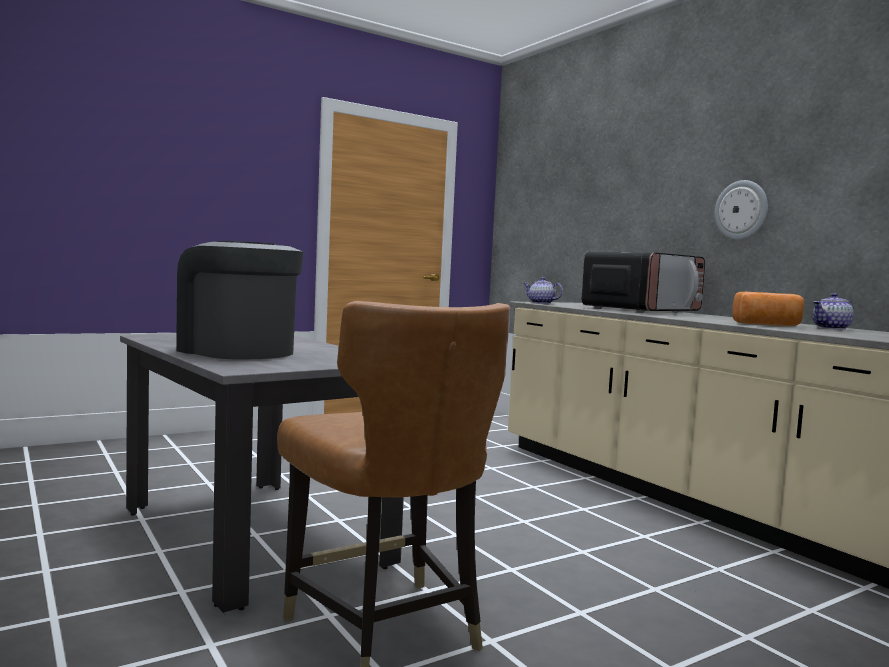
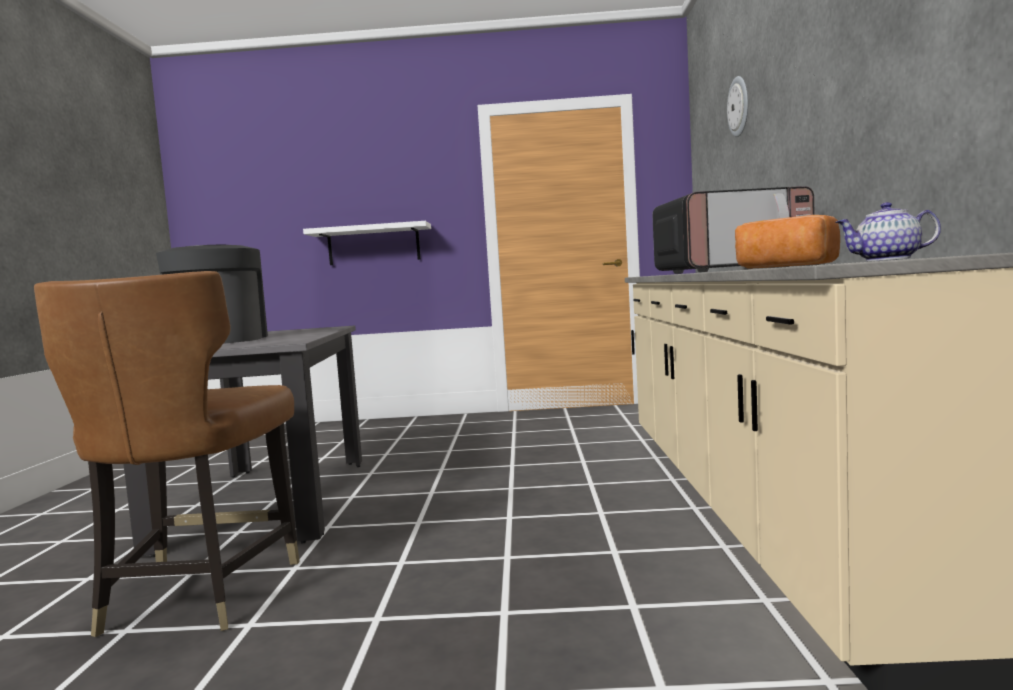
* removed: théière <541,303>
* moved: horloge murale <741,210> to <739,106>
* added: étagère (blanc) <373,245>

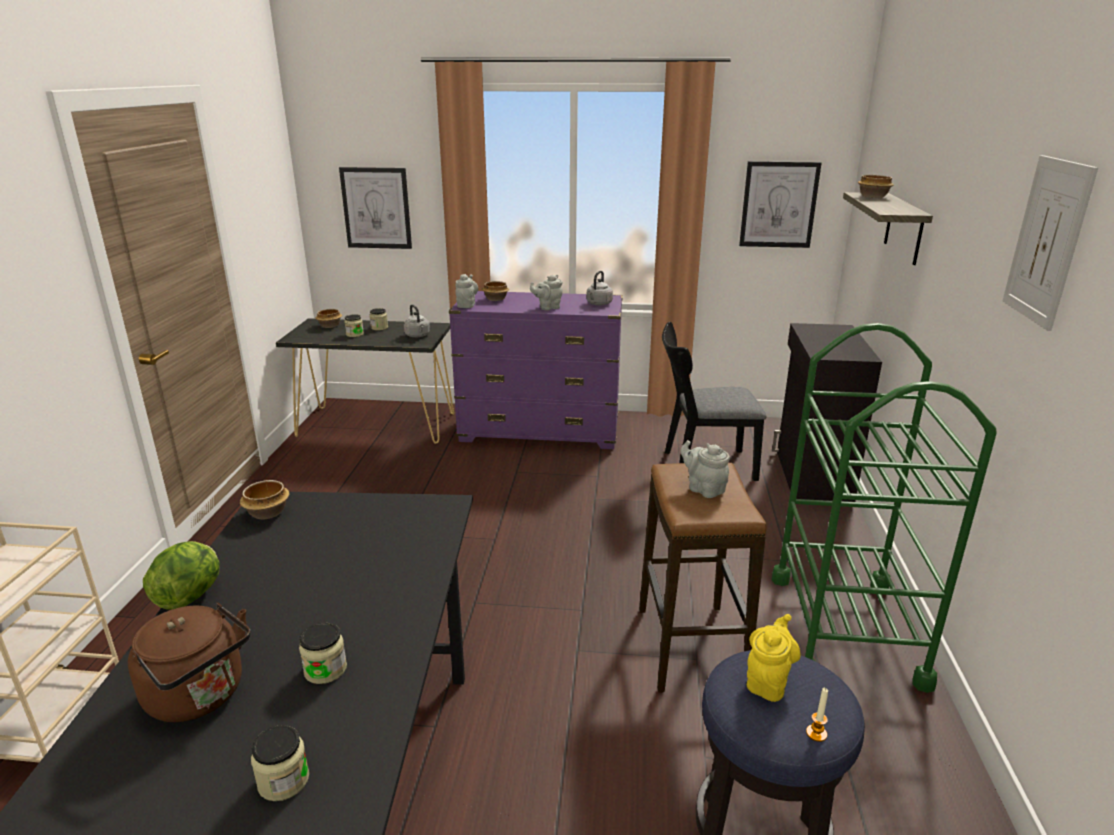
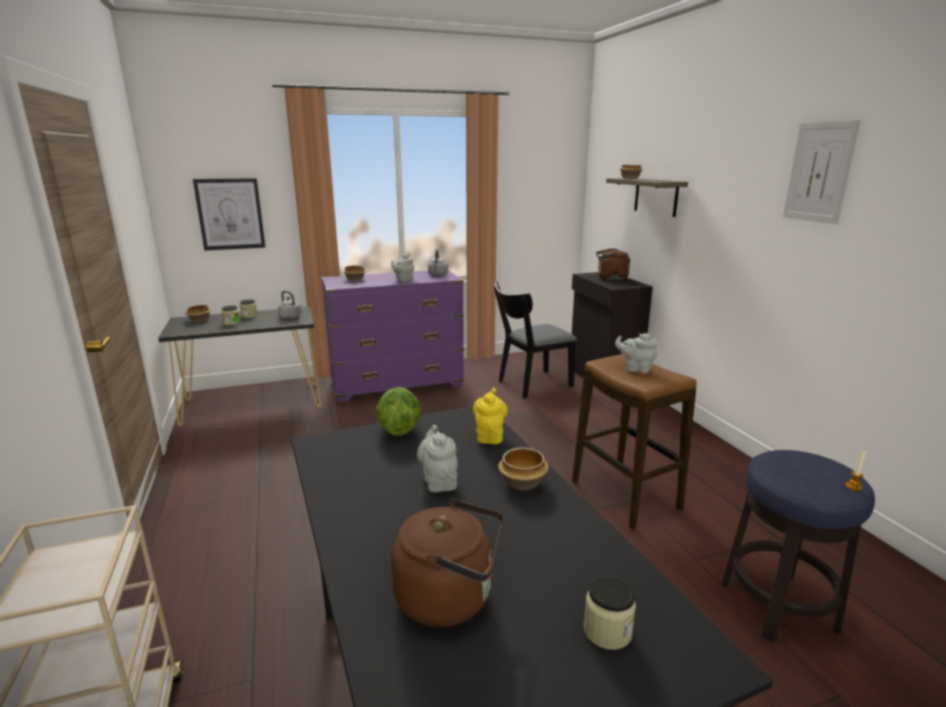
* moved: laitue <191,595> to <398,429>
* moved: bol <267,513> to <523,483>
* removed: bocal <325,669>
* moved: théière (gris) <466,305> to <439,481>
* removed: tableau <778,204>
* moved: théière (jaune) <768,681> to <489,436>
* removed: chariot (vert) <845,628>
* added: bouilloire (marron) <610,278>

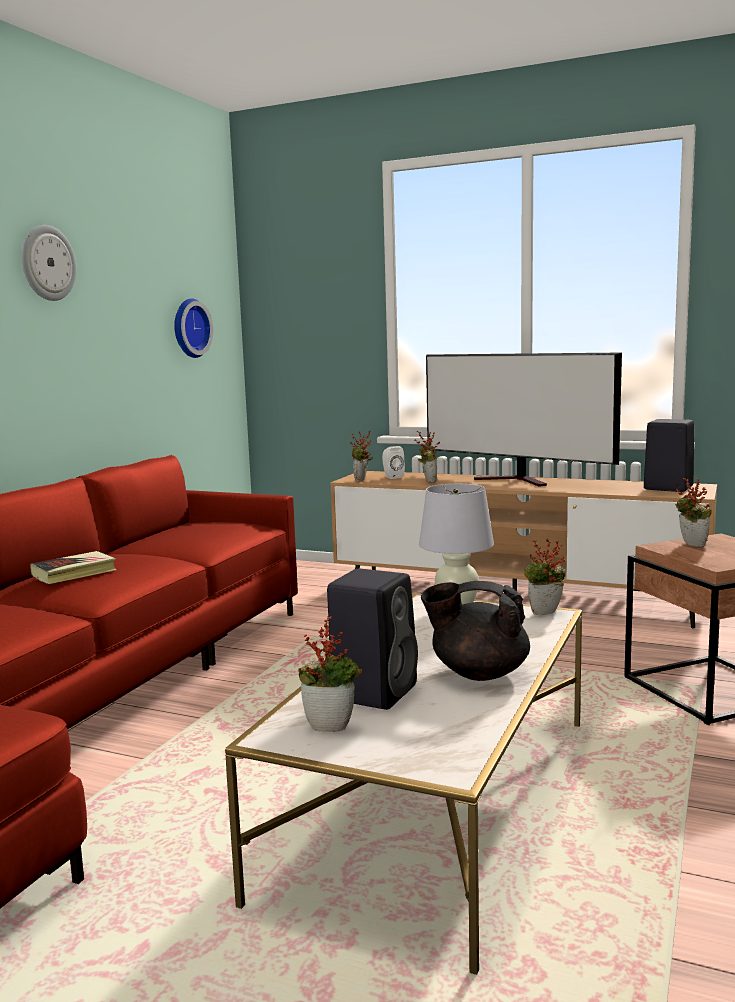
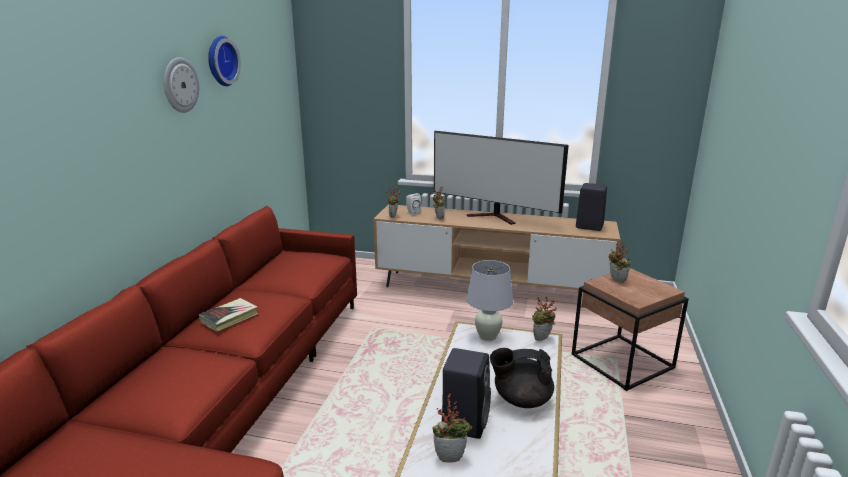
* moved: horloge murale <189,328> to <220,61>

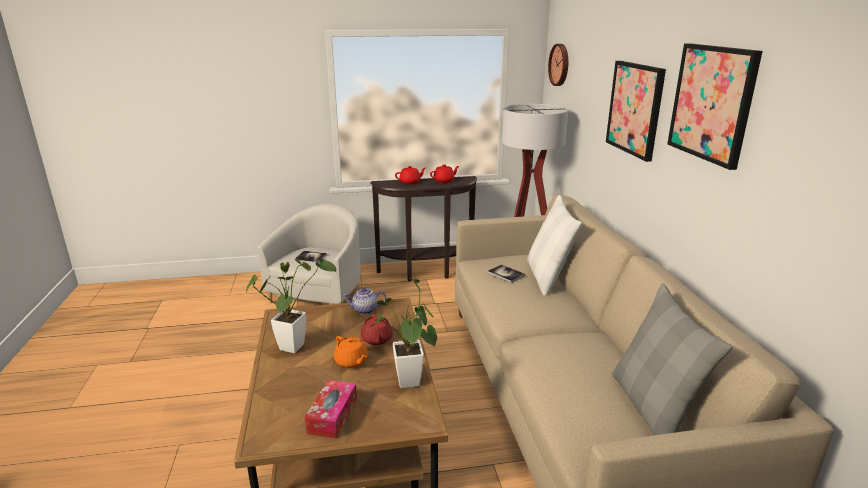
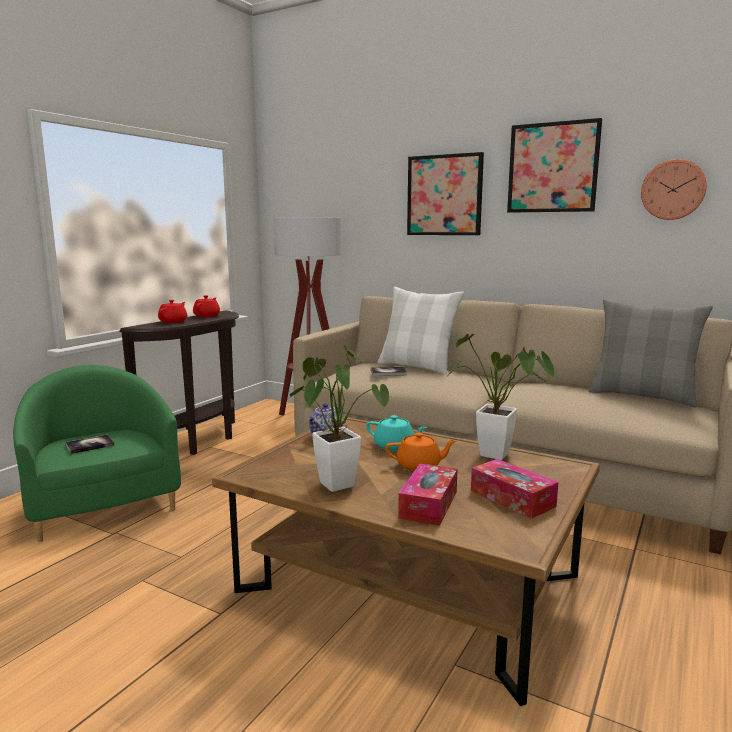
* recoloured: fauteuil (blanc) <319,294> to fauteuil (vert) <102,504>
* recoloured: théière (rouge) <377,339> to théière (turquoise) <394,446>
* moved: horloge murale <560,65> to <673,190>
* added: boîte à mouchoirs <428,504>

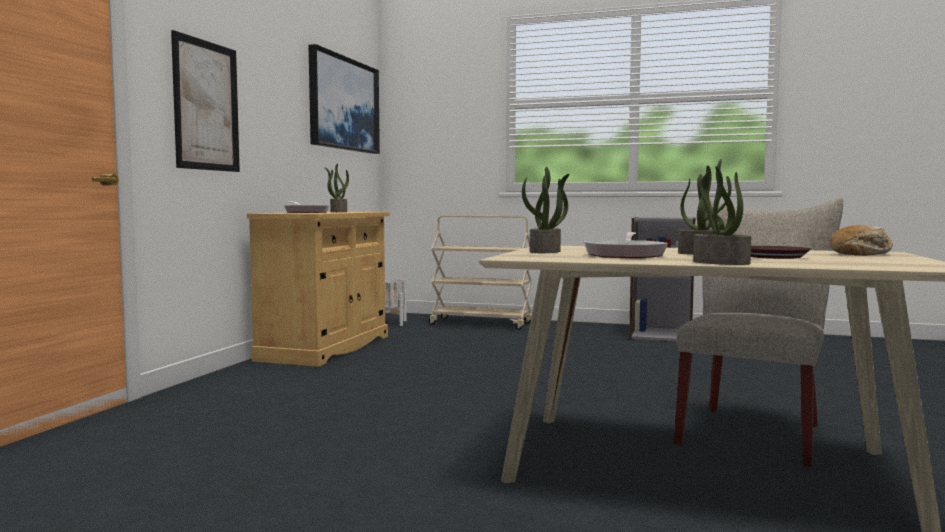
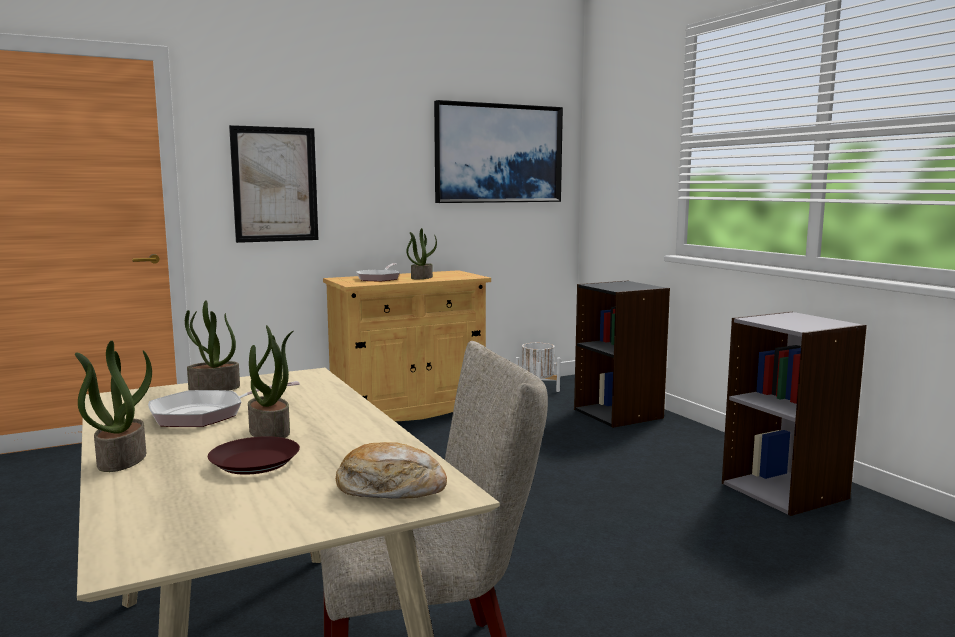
* replaced: chariot (beige) <481,323> to bibliothèque (noir) <619,413>

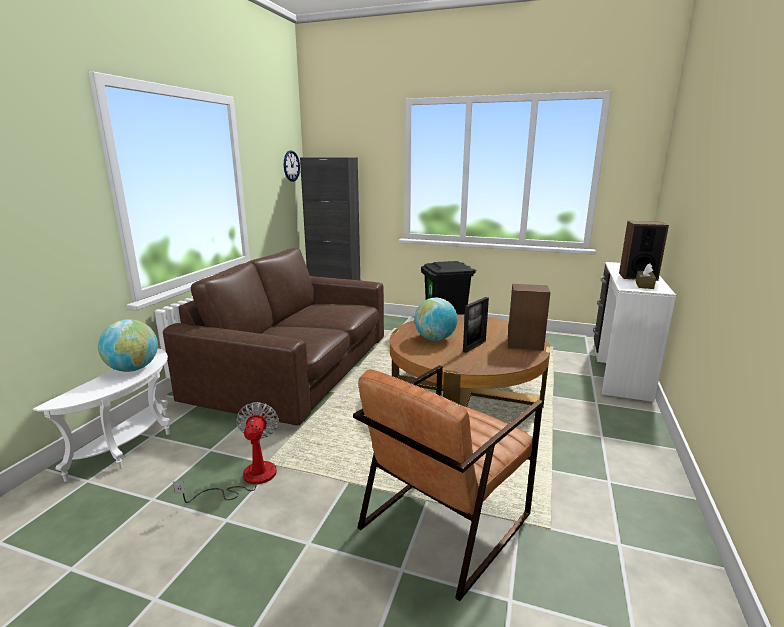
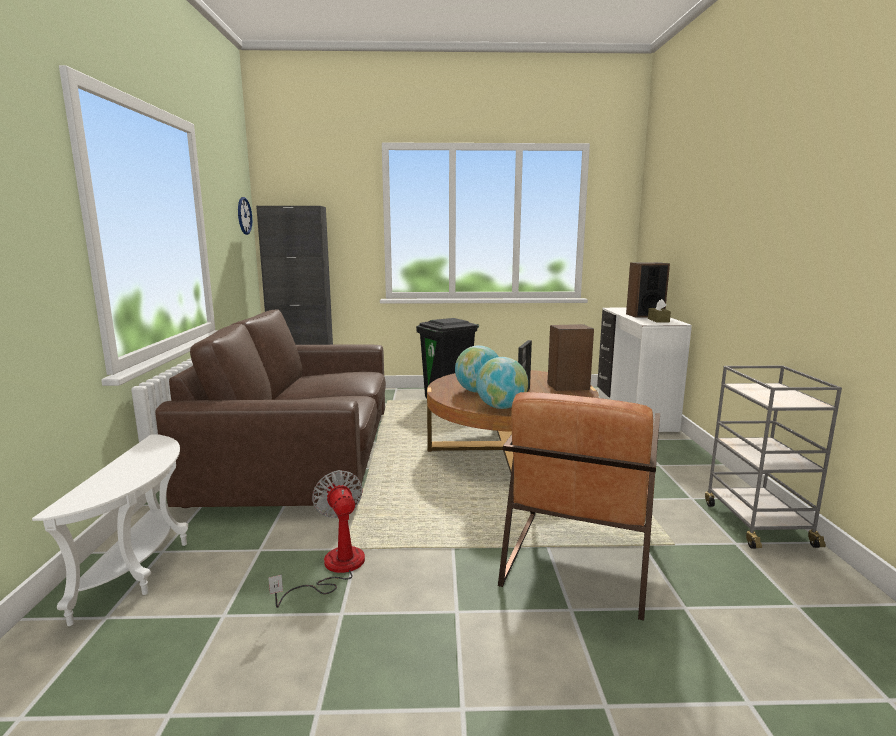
* moved: globe <133,369> to <501,407>
* added: chariot (gris) <756,523>

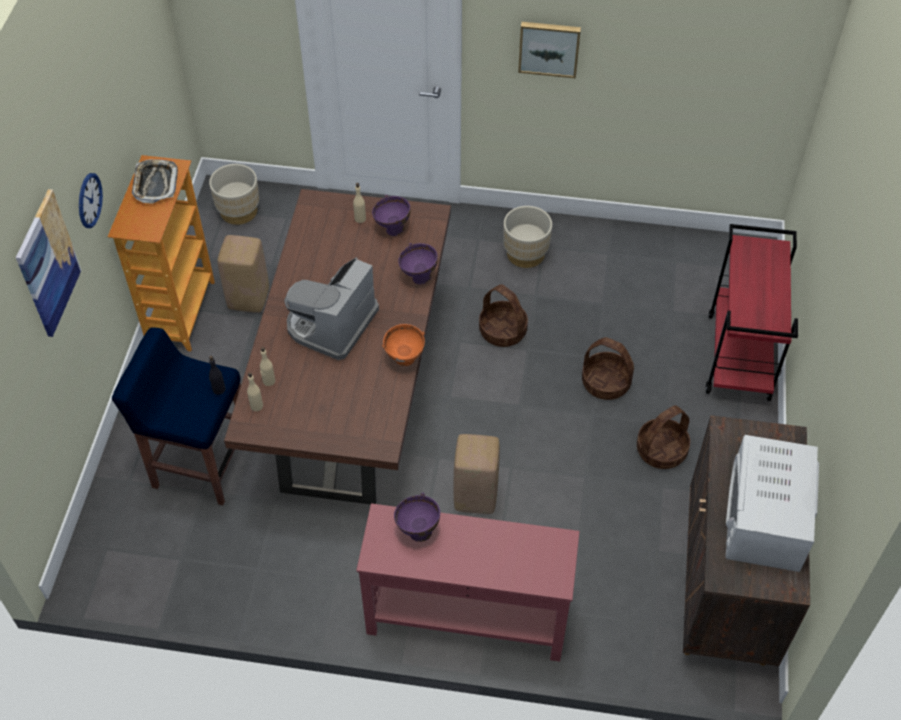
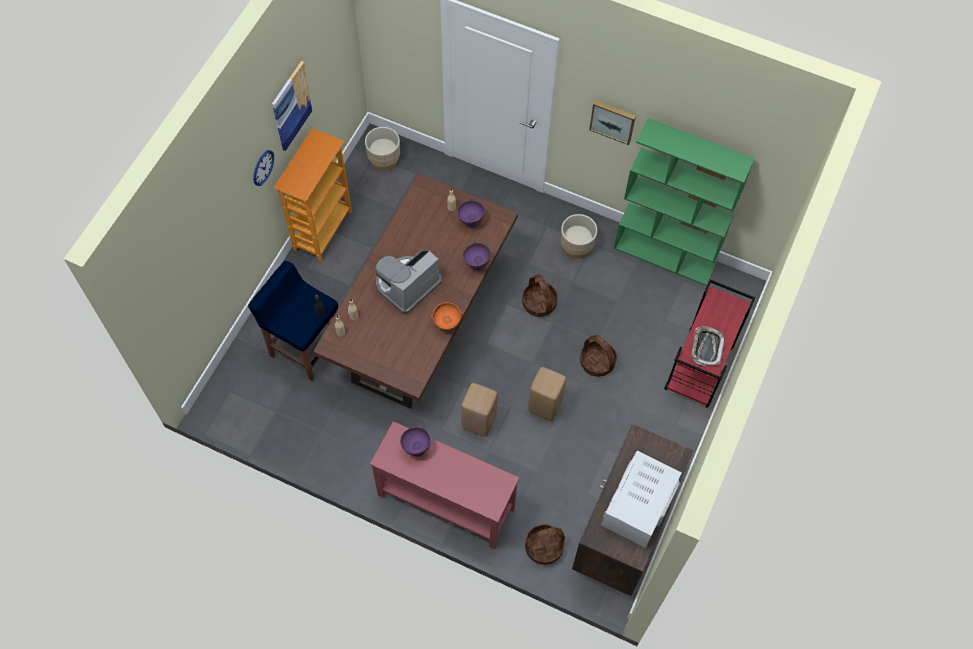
* moved: tableau <48,264> to <291,106>
* moved: plateau <155,184> to <706,347>
* moved: tabouret (beige) <248,298> to <544,405>
* moved: panier <661,450> to <543,547>
* added: bibliothèque (vert) <665,255>

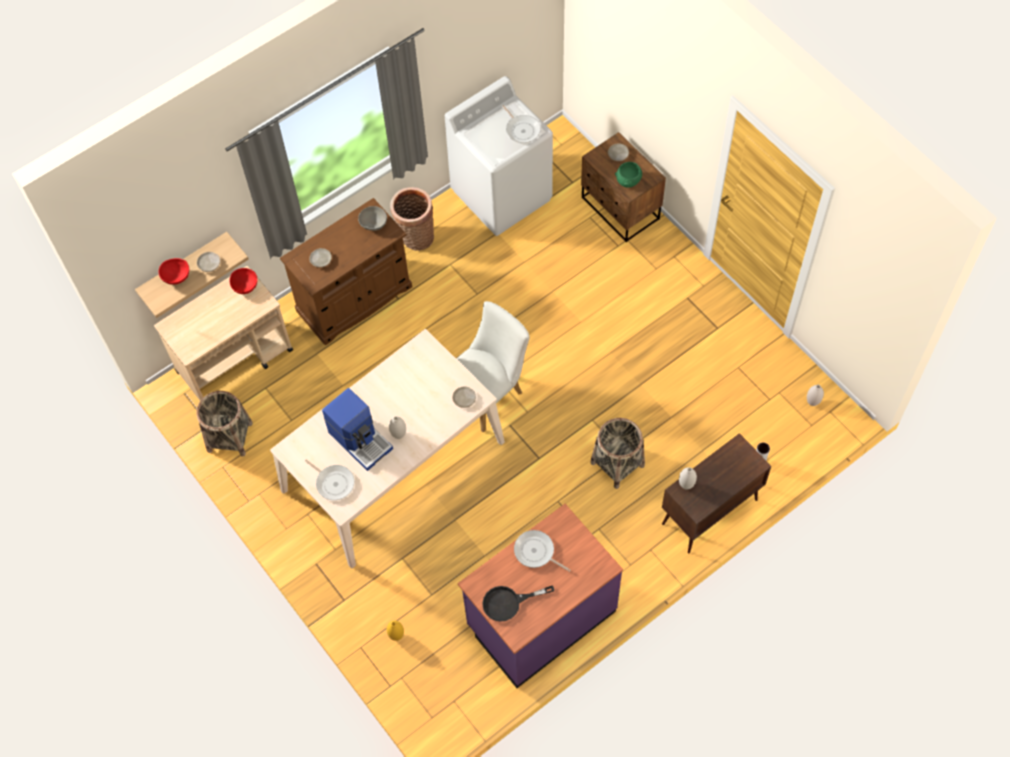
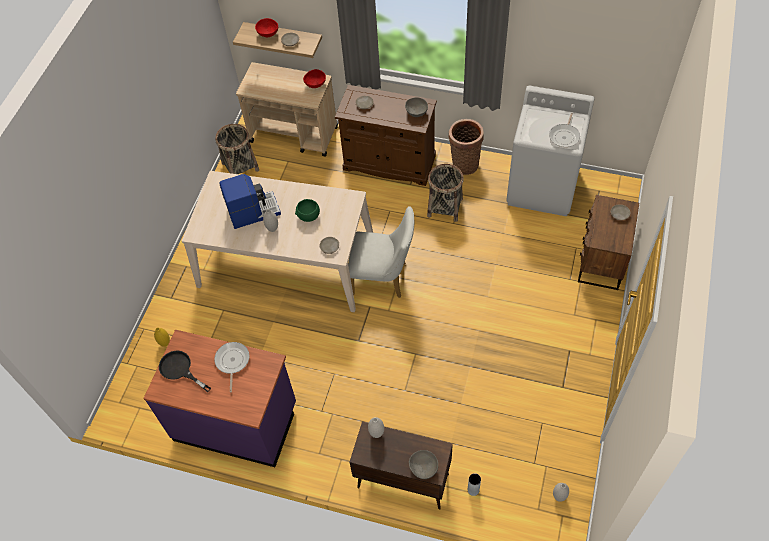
* removed: poêle <333,482>
* turned: machine à café <360,439> = <253,211> 120 degrees counterclockwise
* moved: panier <617,464> to <444,207>
* moved: bol (vert) <628,181> to <308,216>
* added: bol (gris) <424,468>

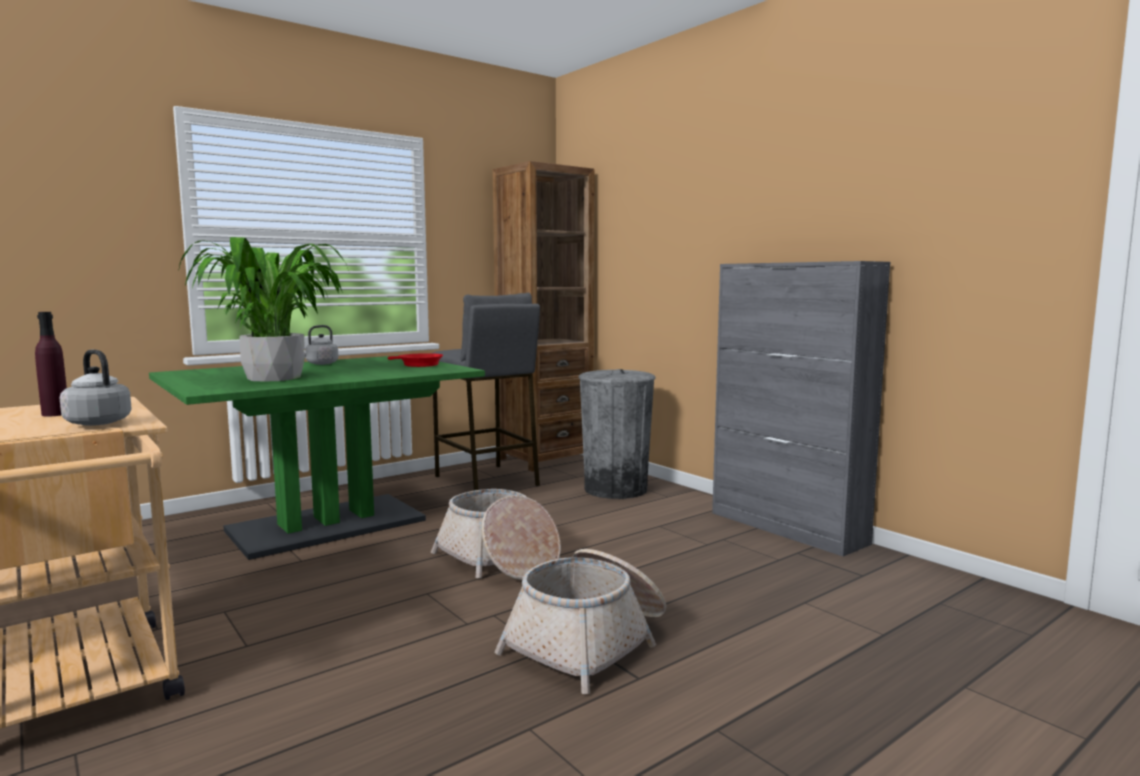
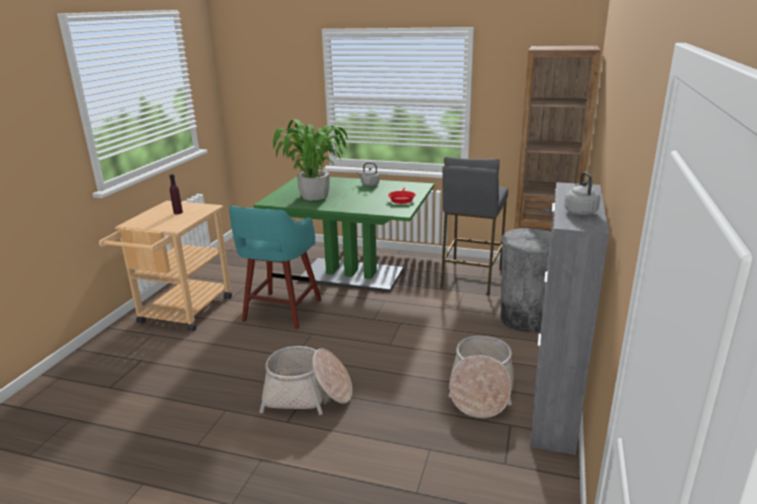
* moved: bouilloire (gris) <96,422> to <580,211>
* moved: panier <499,560> to <480,390>
* added: tabouret (turquoise) <281,311>

